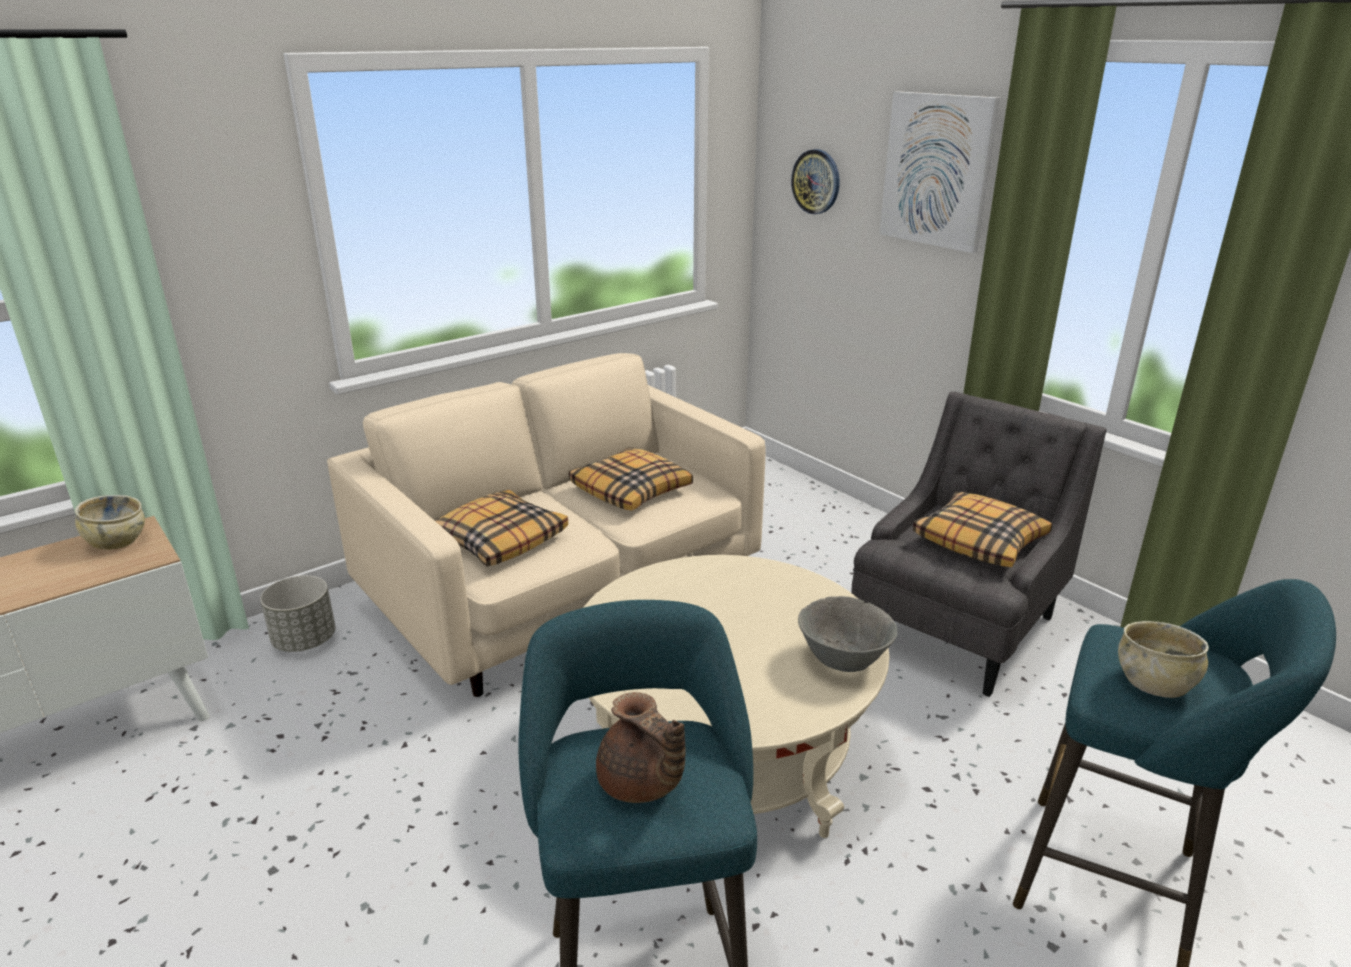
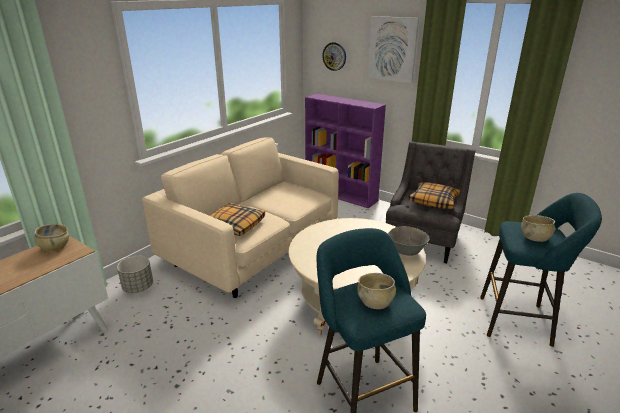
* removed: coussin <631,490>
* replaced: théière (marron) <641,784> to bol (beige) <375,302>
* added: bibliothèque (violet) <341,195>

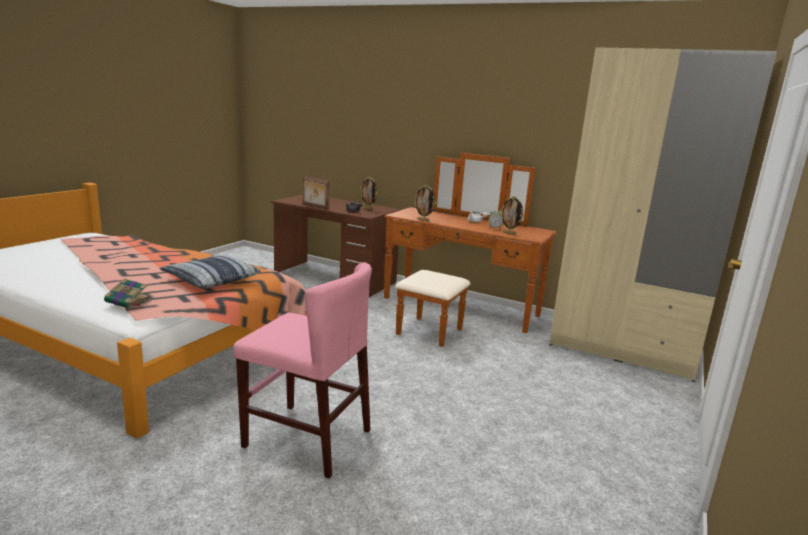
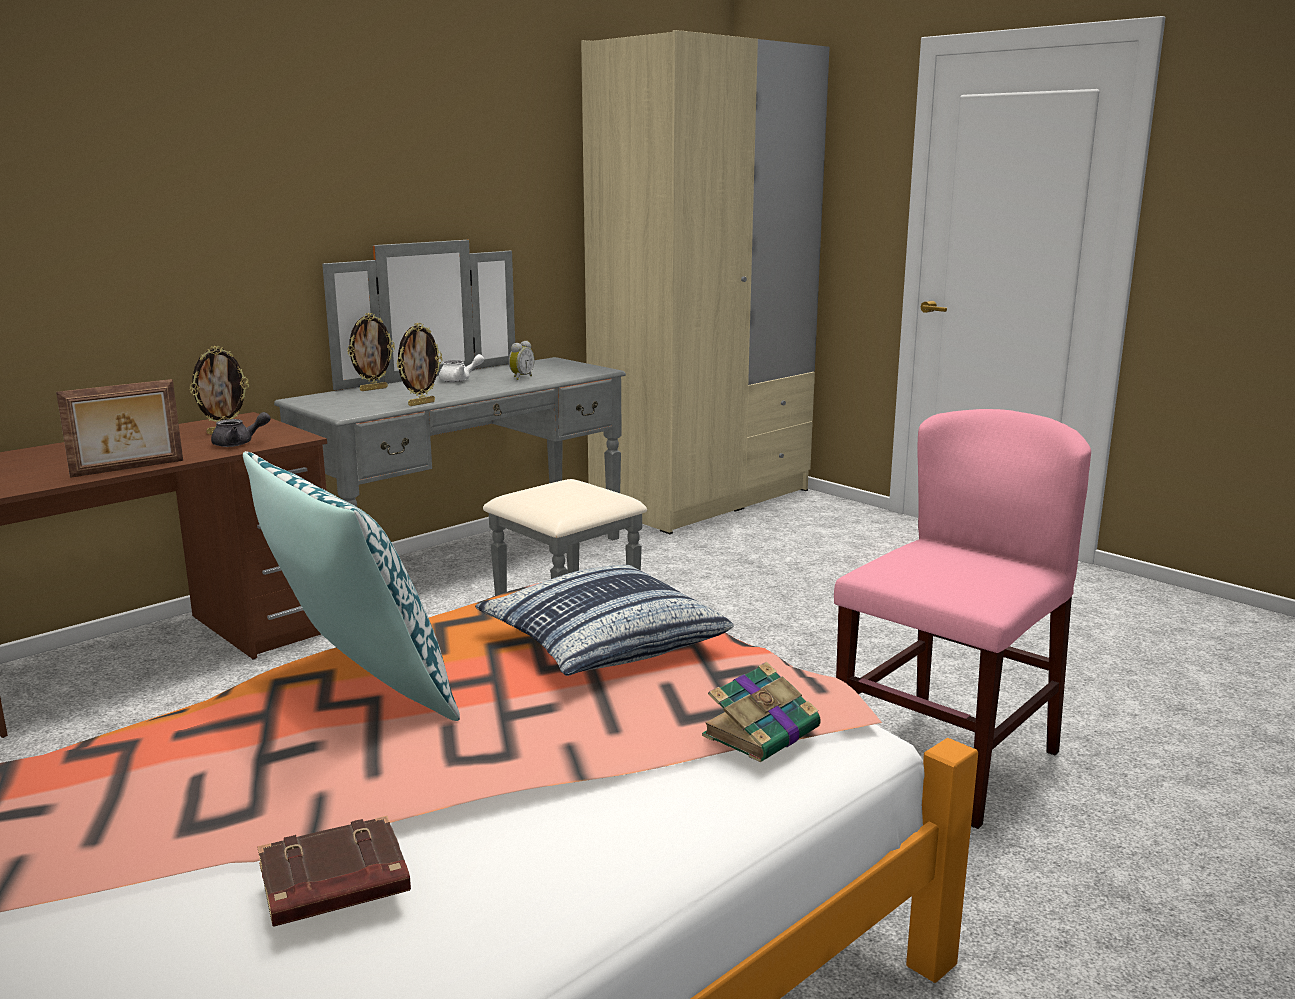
* recoloured: commode (marron) <454,312> to commode (gris) <491,570>
* moved: cadre photo <509,233> to <373,389>
* added: coussin <357,688>
* added: livre (marron) <333,883>

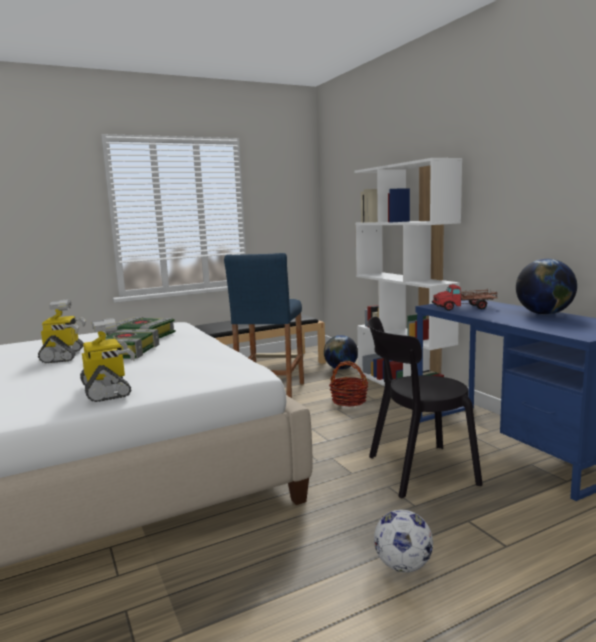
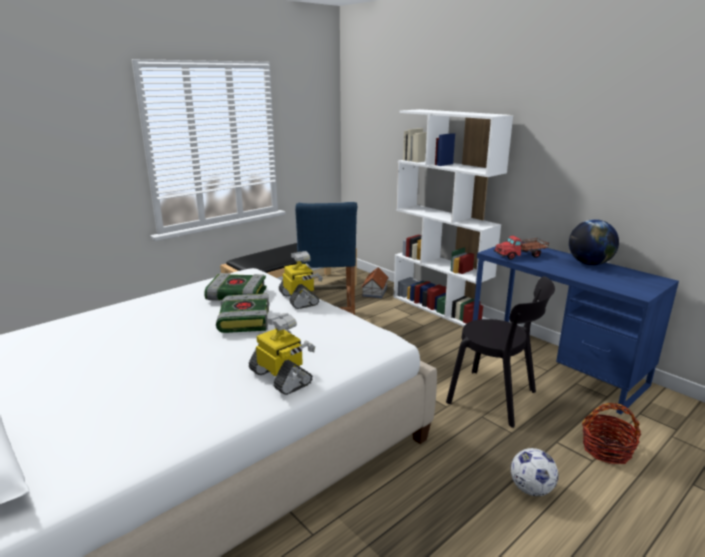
* moved: robot jouet <64,356> to <299,299>
* replaced: globe <341,368> to maison miniature <374,291>
* moved: panier <349,401> to <606,450>
* turned: chaise (noir) <416,471> = <496,398> 120 degrees counterclockwise

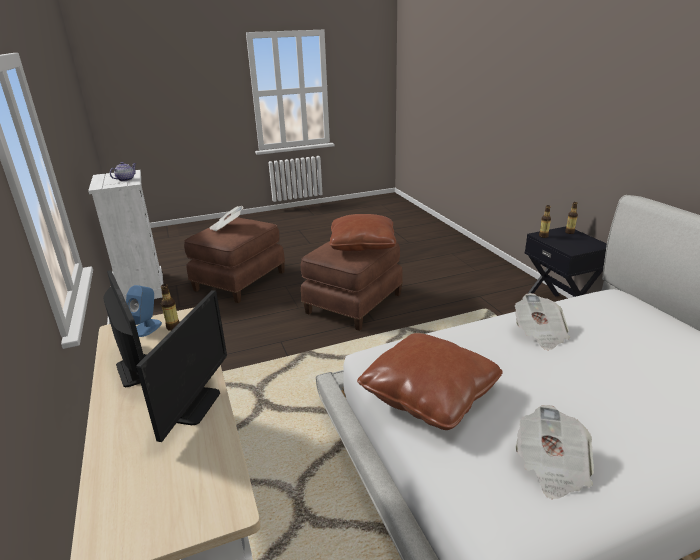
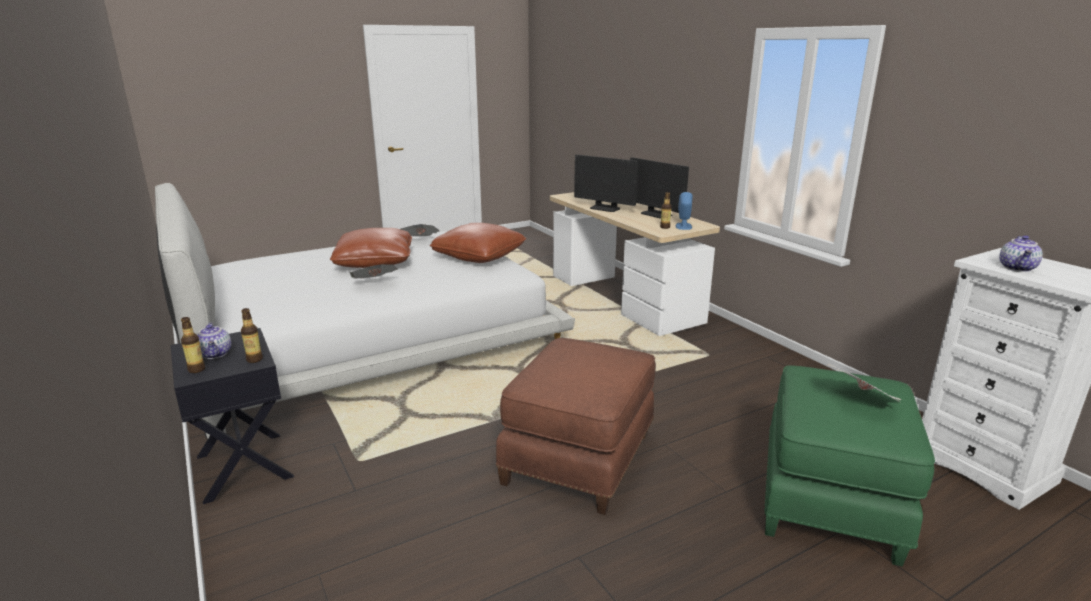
* turned: écran d'ordinateur <194,405> = <605,208> 60 degrees counterclockwise
* recoloured: pouf (marron) <239,280> to pouf (vert) <831,500>
* moved: coussin (marron) <362,245> to <375,262>
* added: théière <216,354>

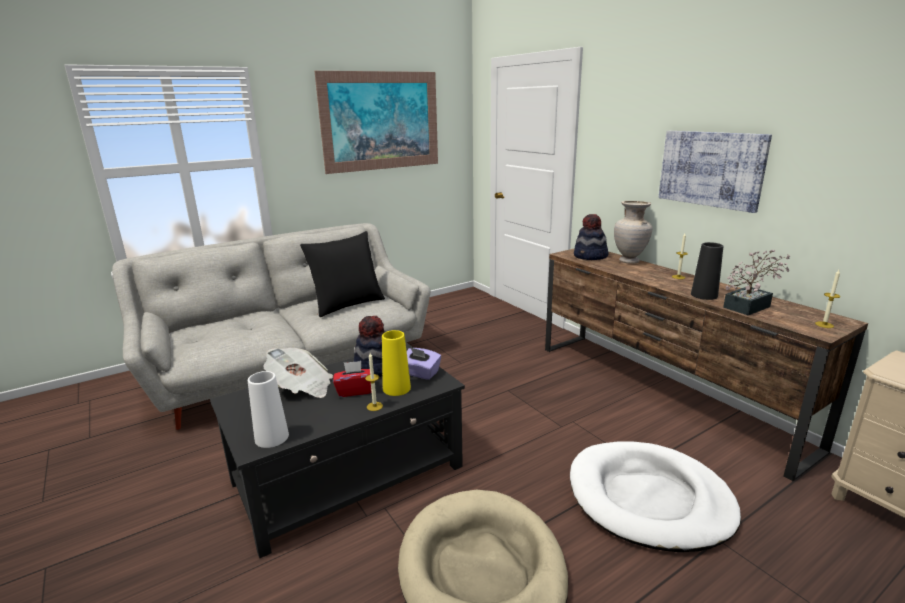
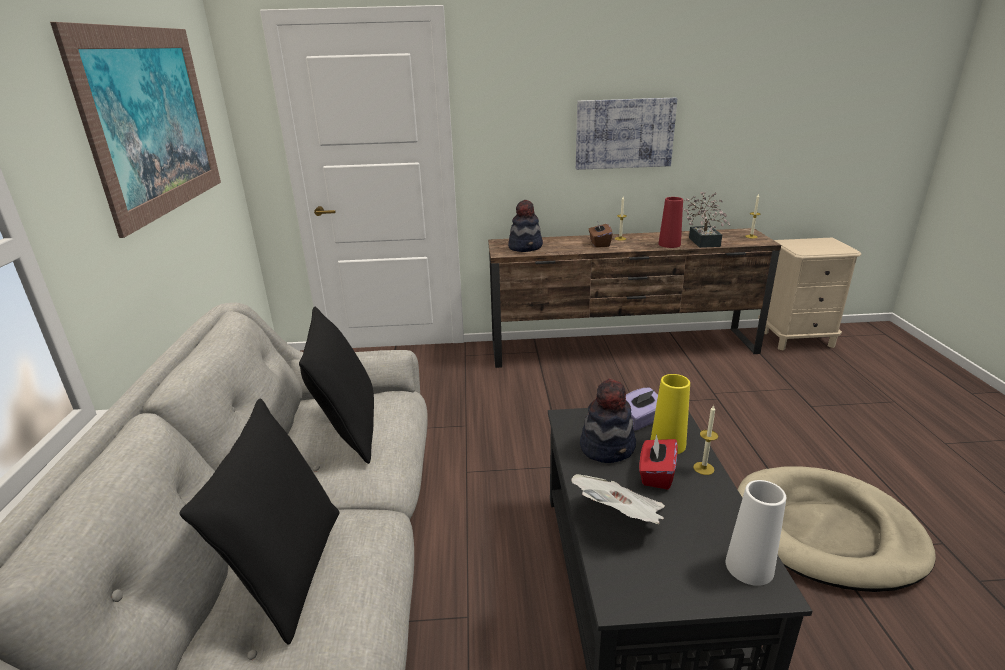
* removed: panier pour chien (blanc) <649,499>
* removed: vase (beige) <629,261>
* recoloured: vase (noir) <704,295> to vase (rouge) <669,244>
* added: coussin (noir) <288,571>
* added: boîte à mouchoirs (marron) <599,243>

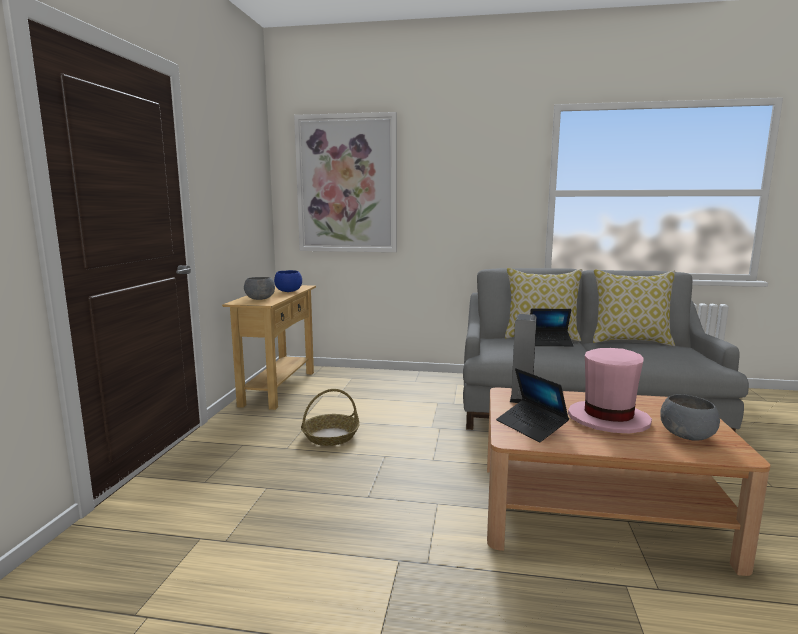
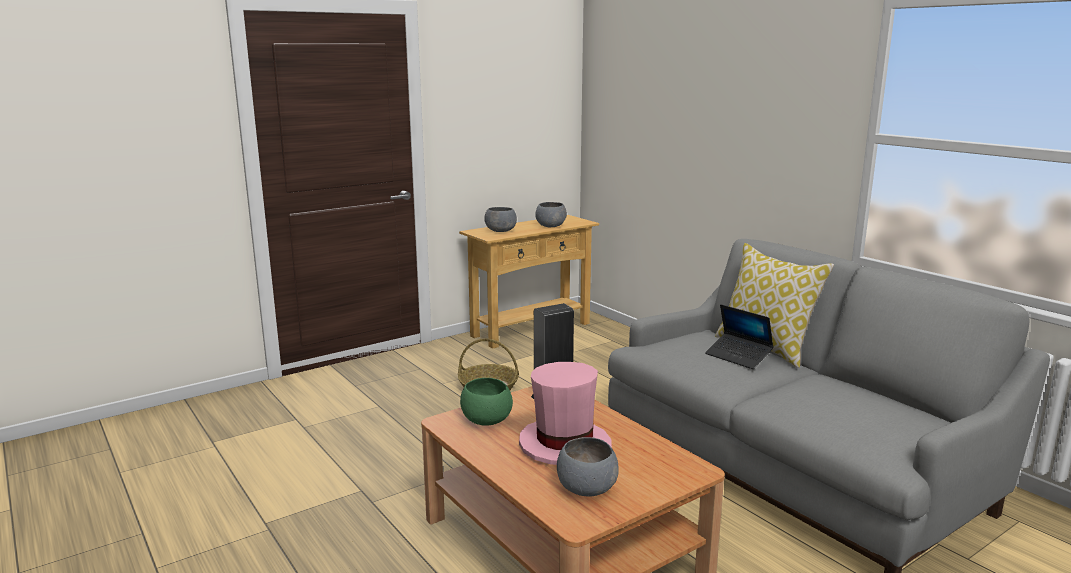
* recoloured: bol (bleu) <288,291> to bol (gris) <550,226>
* removed: tableau <347,184>
* replaced: ordinateur portable <531,426> to bol (vert) <486,421>
* removed: coussin <630,341>

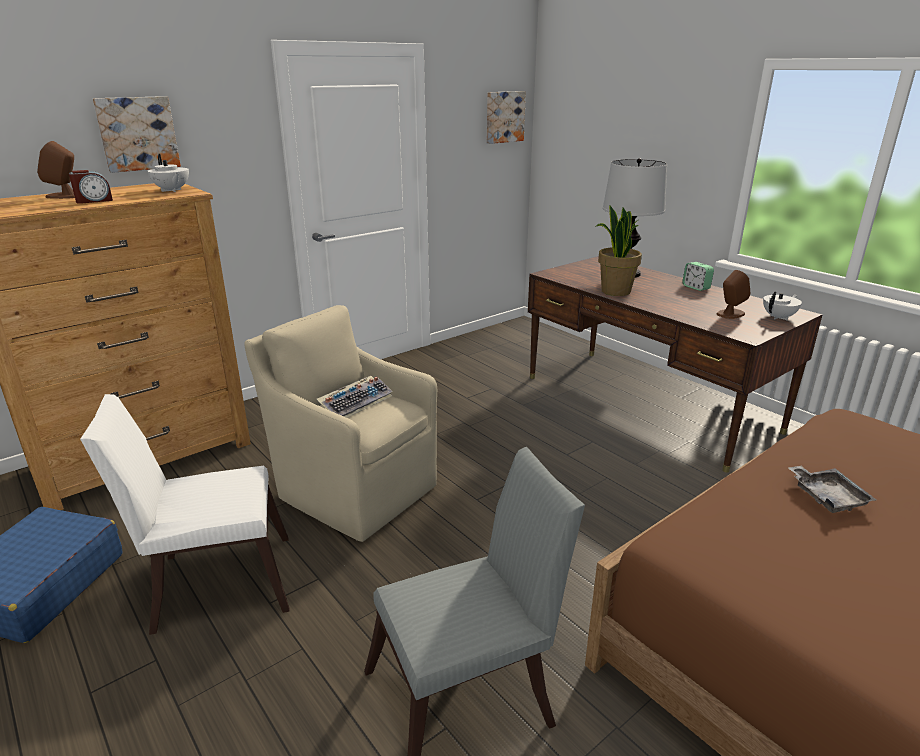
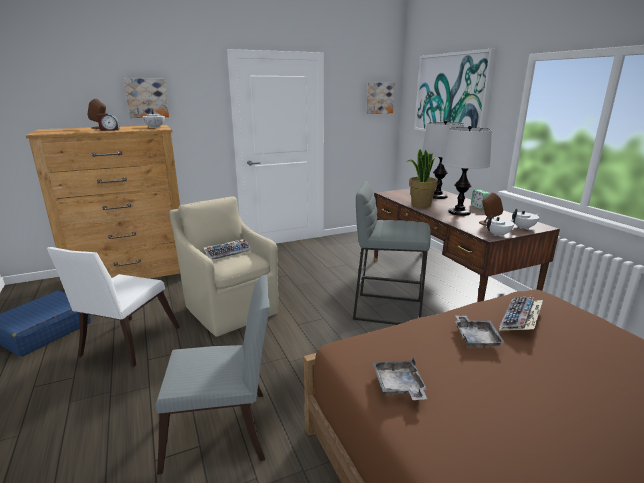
* turned: chaise (blanc) <214,583> = <126,344> 75 degrees counterclockwise
* added: tabouret (gris) <388,309>
* added: plateau (gris) <399,386>
* added: tableau <451,94>
* added: lampe de table <459,212>
* added: théière (blanc) <498,235>
* added: clavier <520,320>

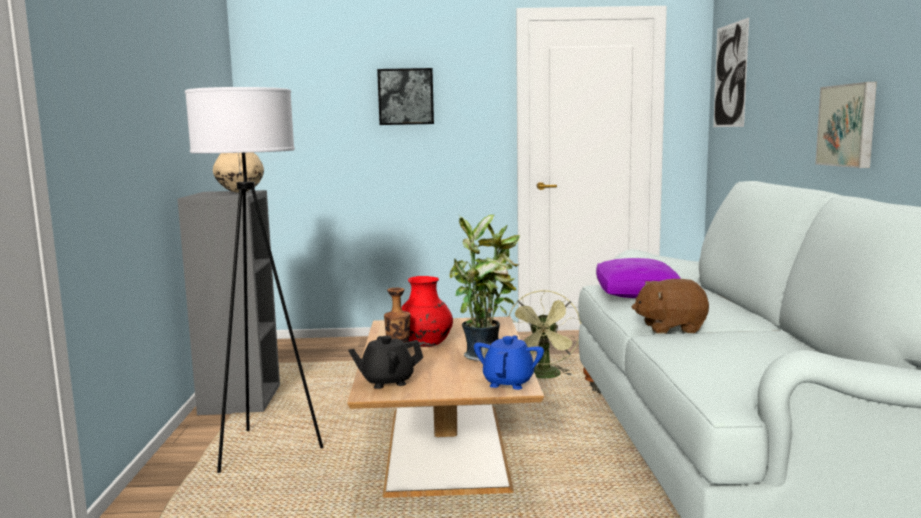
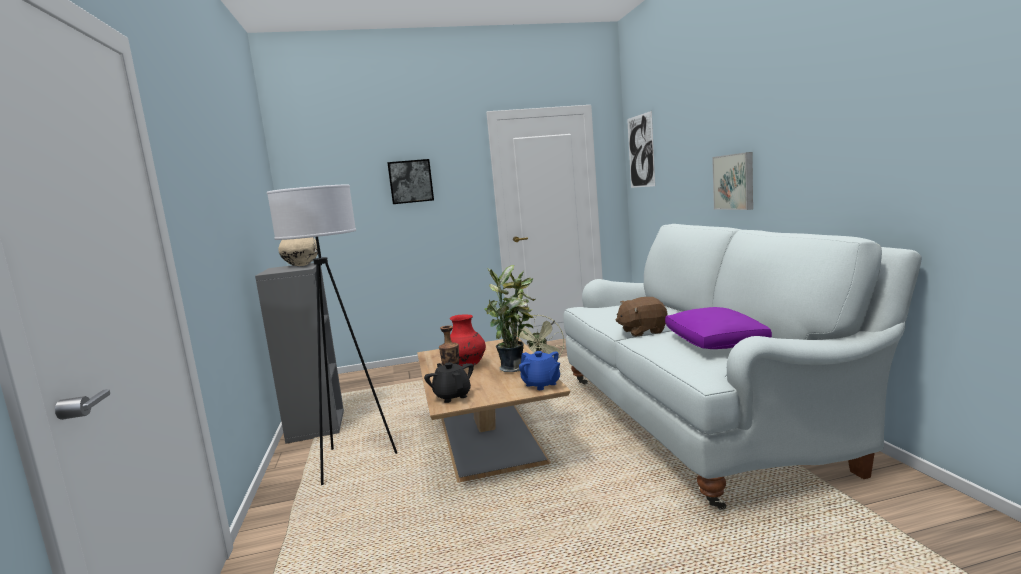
* turned: théière (noir) <387,381> = <452,396> 90 degrees clockwise
* turned: théière (bleu) <508,382> = <541,384> 135 degrees clockwise
* moved: coussin (violet) <636,293> to <715,342>

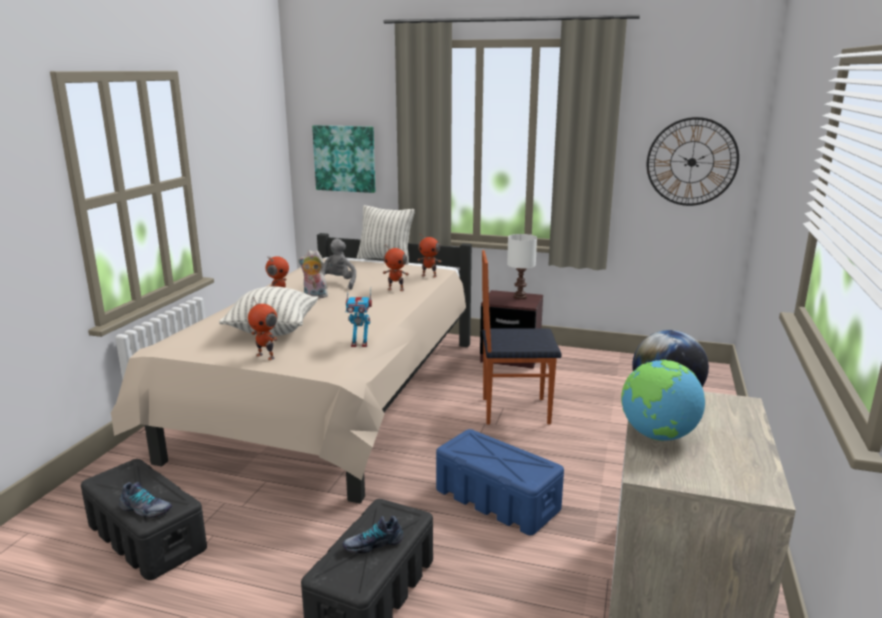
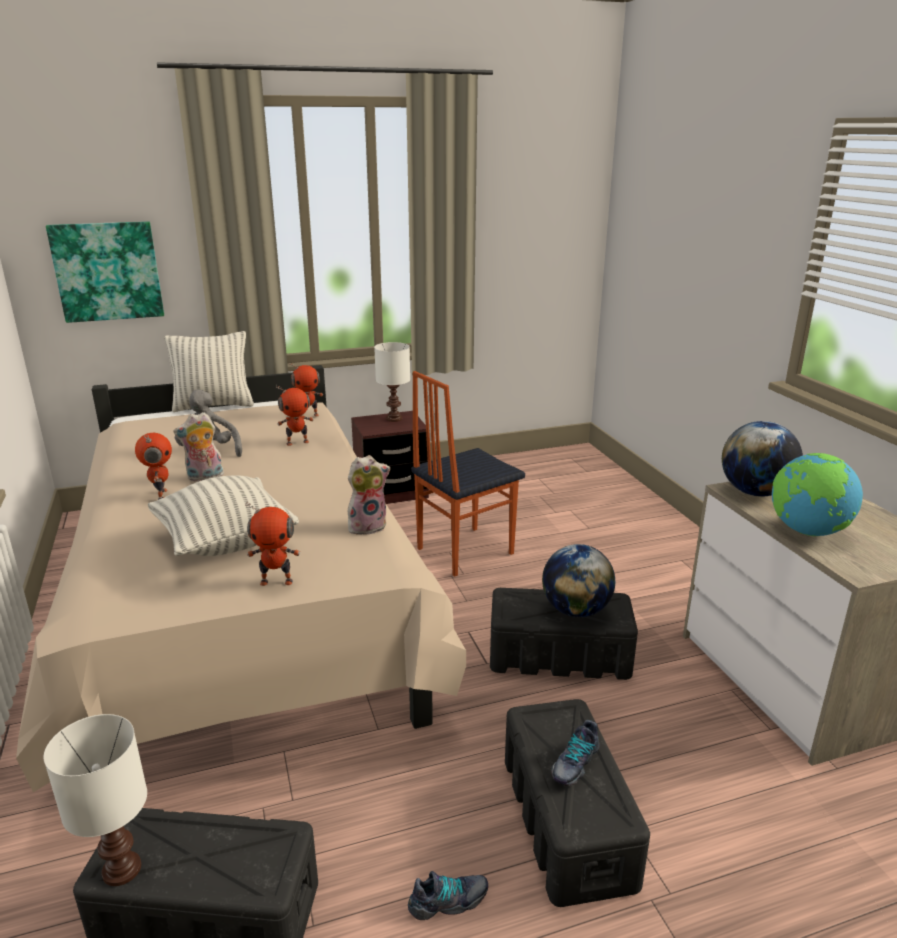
* moved: chaussure <145,509> to <449,902>
* replaced: robot jouet <359,344> to peluche <368,526>
* recoloured: boîte de rangement (bleu) <498,500> to boîte de rangement (noir) <560,655>
* removed: horloge murale <691,162>
* added: lampe de table (blanc) <121,868>
* added: globe <575,610>

